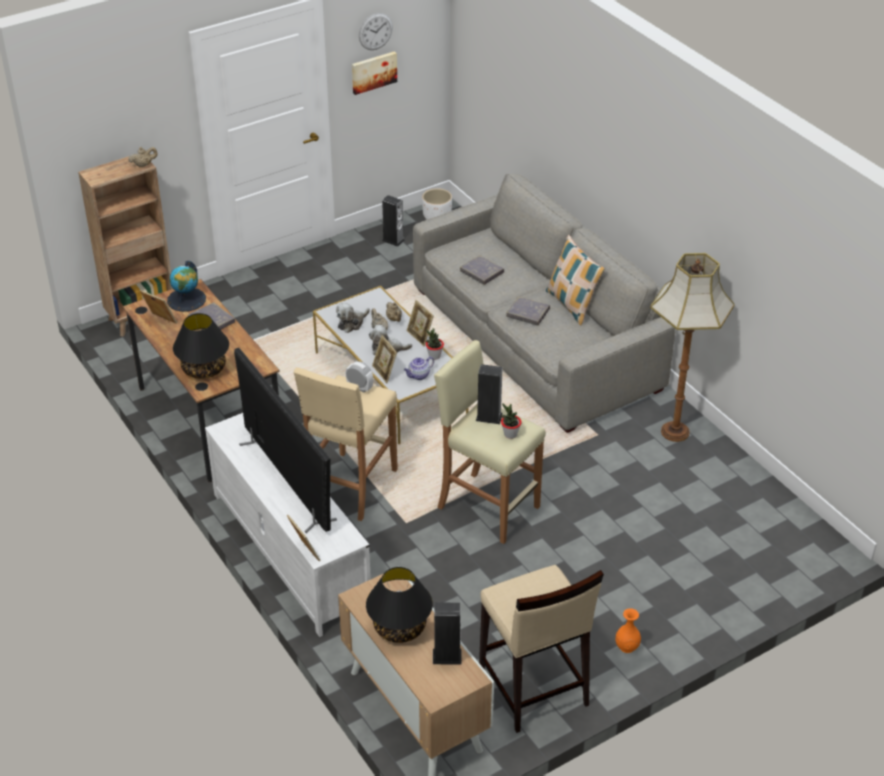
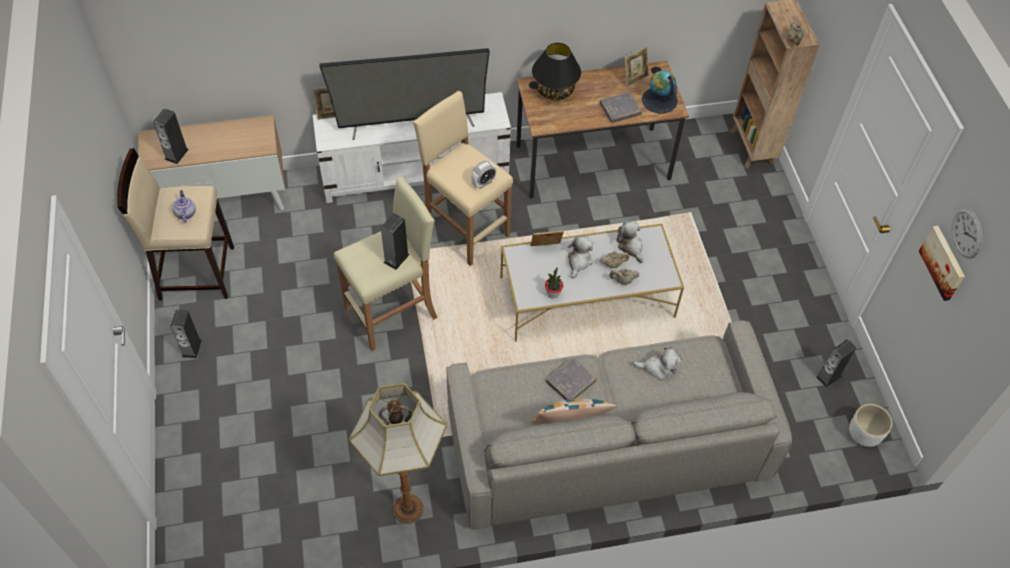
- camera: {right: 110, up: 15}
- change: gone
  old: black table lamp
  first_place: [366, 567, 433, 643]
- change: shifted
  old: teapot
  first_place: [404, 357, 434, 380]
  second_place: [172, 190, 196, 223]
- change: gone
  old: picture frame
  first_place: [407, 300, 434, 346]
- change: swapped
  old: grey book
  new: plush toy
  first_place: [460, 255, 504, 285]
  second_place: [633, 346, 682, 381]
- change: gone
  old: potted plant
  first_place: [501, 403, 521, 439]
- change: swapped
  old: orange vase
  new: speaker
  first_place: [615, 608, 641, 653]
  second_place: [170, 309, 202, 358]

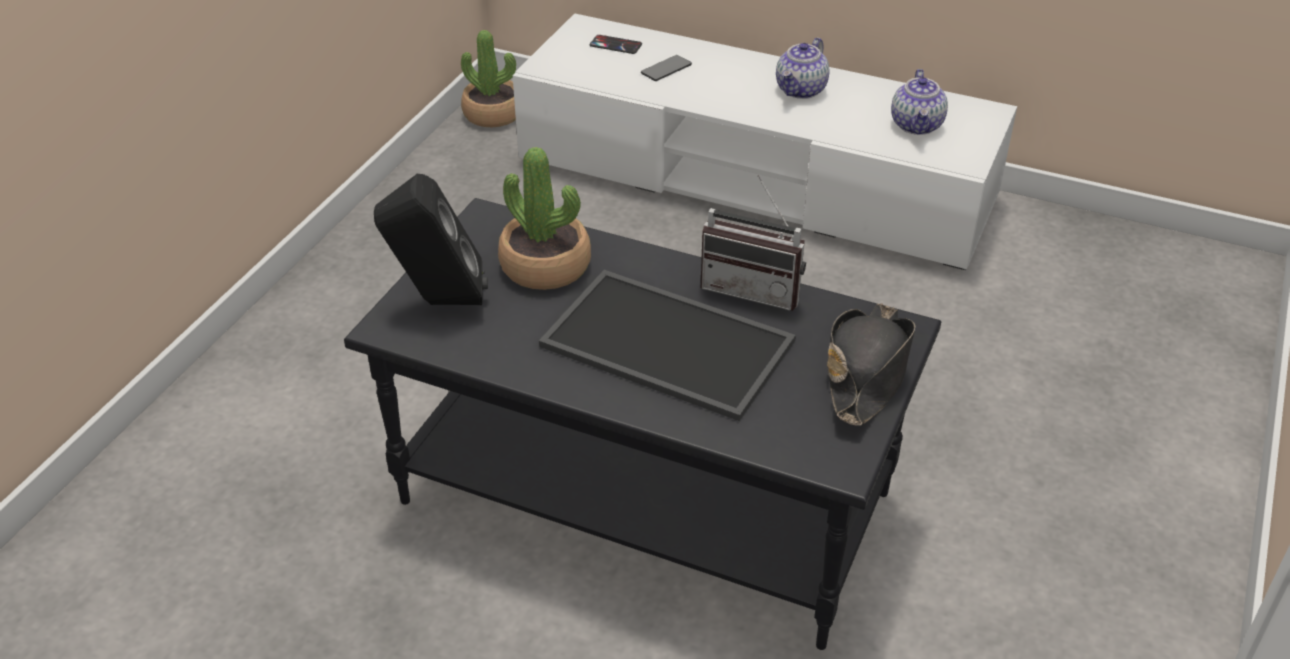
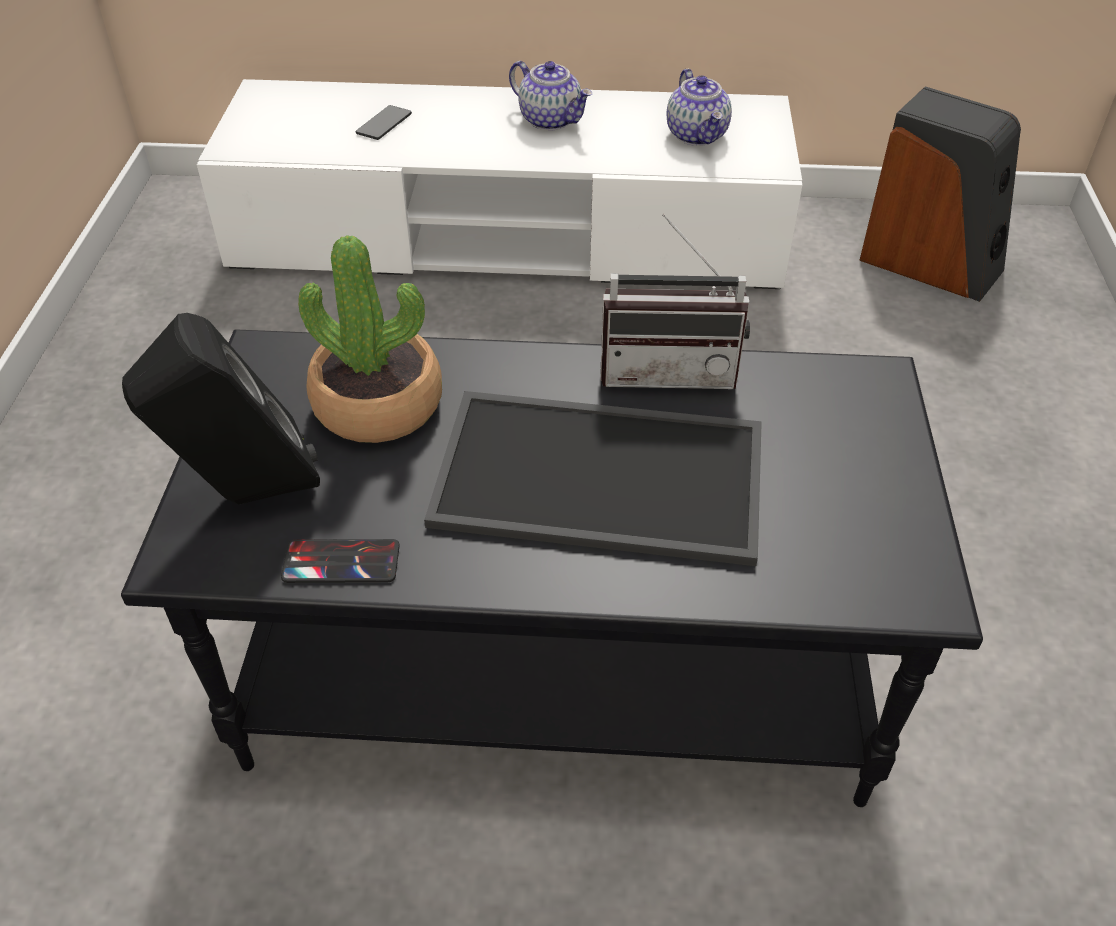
- camera: {right: -20, up: 5}
- change: gone
  old: potted plant
  first_place: [461, 30, 516, 127]
- change: shifted
  old: phone
  first_place: [590, 35, 642, 54]
  second_place: [281, 539, 400, 583]
- change: rotated
  old: teapot
  first_place: [776, 38, 829, 99]
  second_place: [509, 61, 592, 131]
  degrees: -60
- change: gone
  old: black hat
  first_place: [827, 303, 915, 425]
- change: new
  new: speaker
  second_place: [859, 86, 1021, 302]

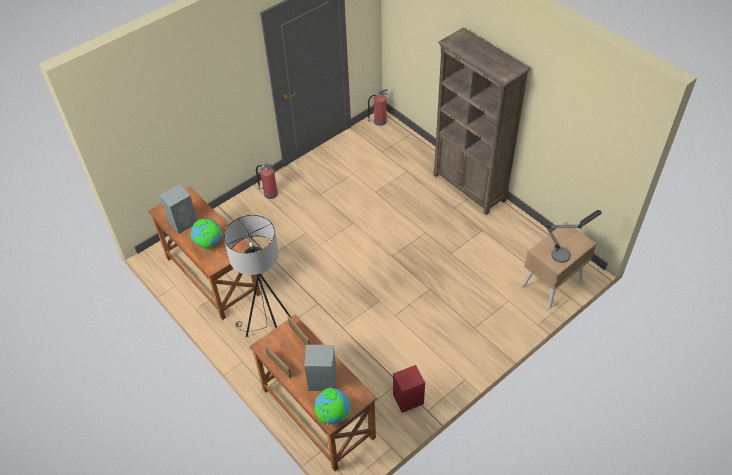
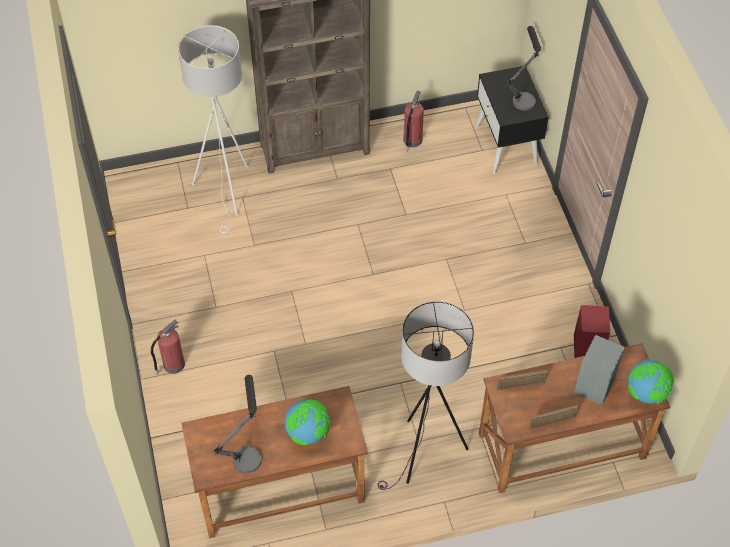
- camera: {right: -65, up: 5}
- change: swapped
  old: grey speaker
  new: table lamp
  first_place: [159, 184, 198, 234]
  second_place: [213, 375, 262, 473]
- change: shifted
  old: fire extinguisher
  first_place: [367, 89, 388, 126]
  second_place: [403, 91, 424, 152]
- change: repainted
  old: beige nightstand
  new: black nightstand
  first_place: [521, 222, 597, 309]
  second_place: [475, 66, 549, 174]
- change: new
  new: white floor lamp
  second_place: [178, 25, 248, 233]

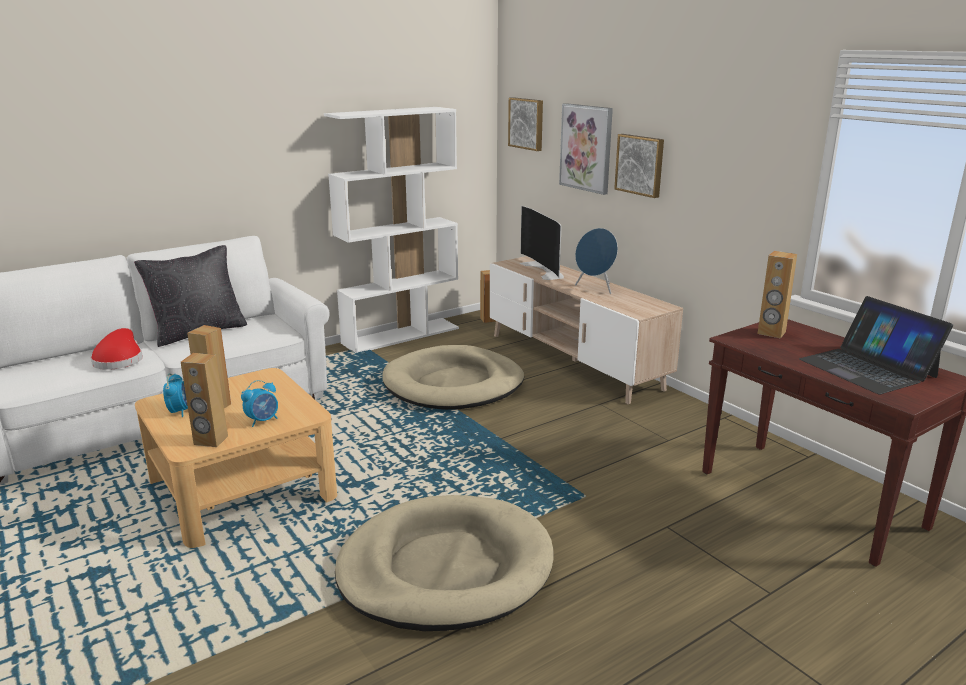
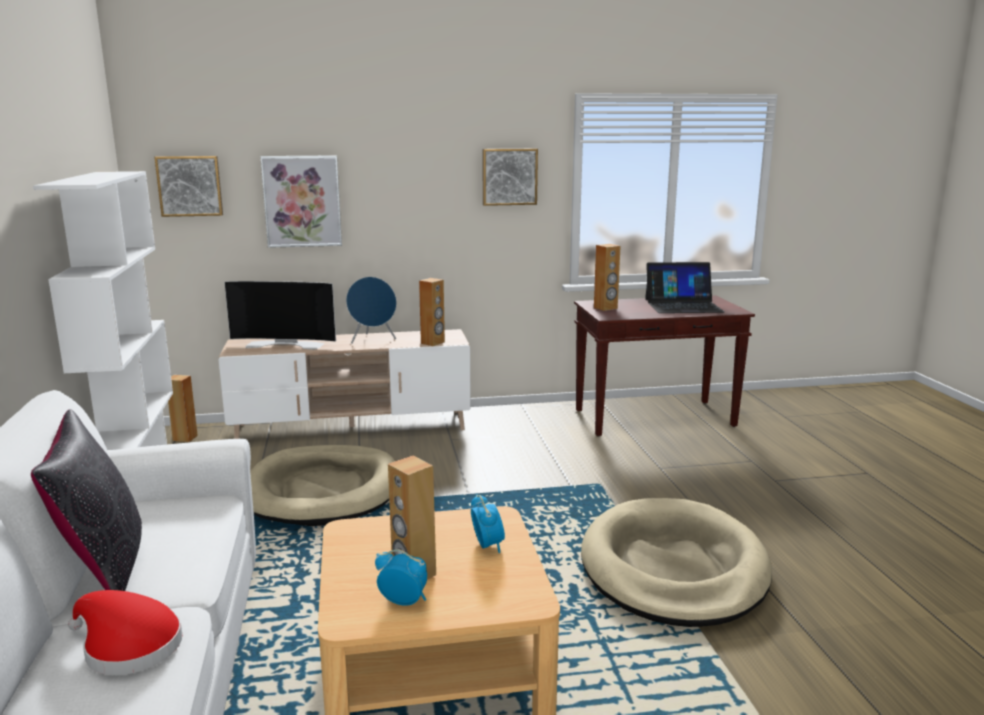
- camera: {right: -65, up: -5}
- change: shifted
  old: brown speaker
  first_place: [181, 353, 228, 447]
  second_place: [419, 278, 445, 346]
- change: shifted
  old: picture
  first_place: [614, 134, 664, 198]
  second_place: [483, 149, 538, 206]

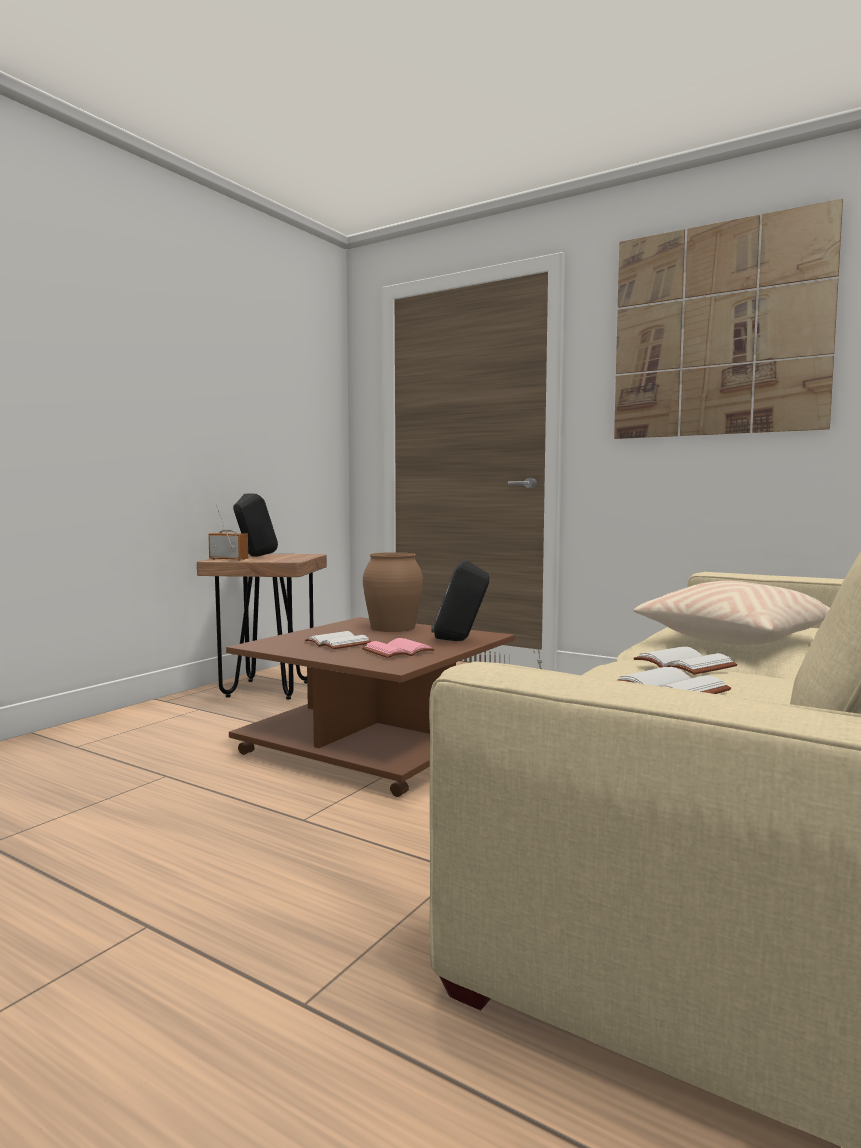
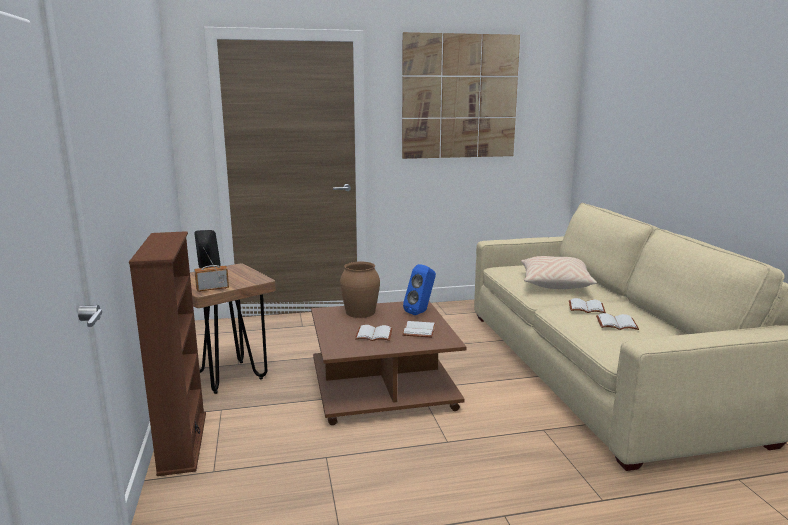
- camera: {right: -45, up: 10}
- change: repainted
  old: pink book
  new: white book
  first_place: [362, 638, 435, 658]
  second_place: [402, 321, 436, 338]
- change: repainted
  old: black speaker
  new: blue speaker
  first_place: [432, 559, 489, 641]
  second_place: [403, 264, 436, 315]
- change: new
  new: brown bookcase
  second_place: [129, 231, 206, 476]

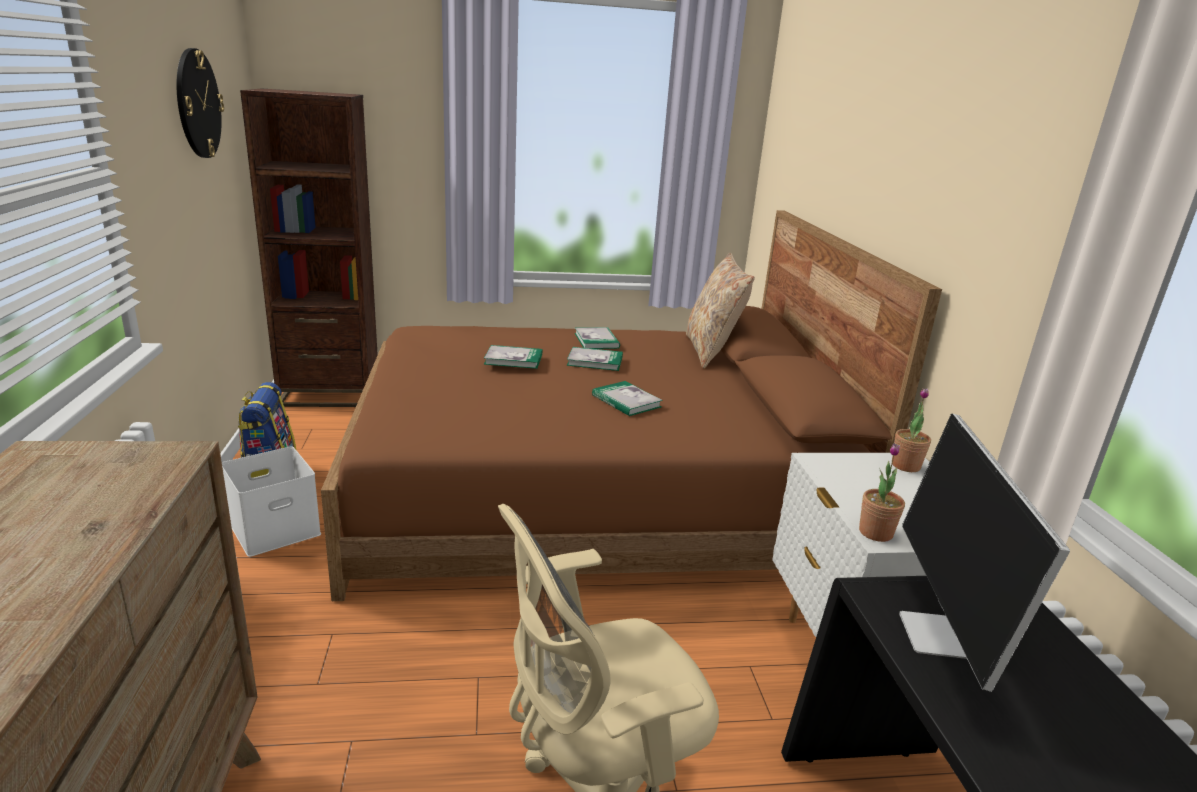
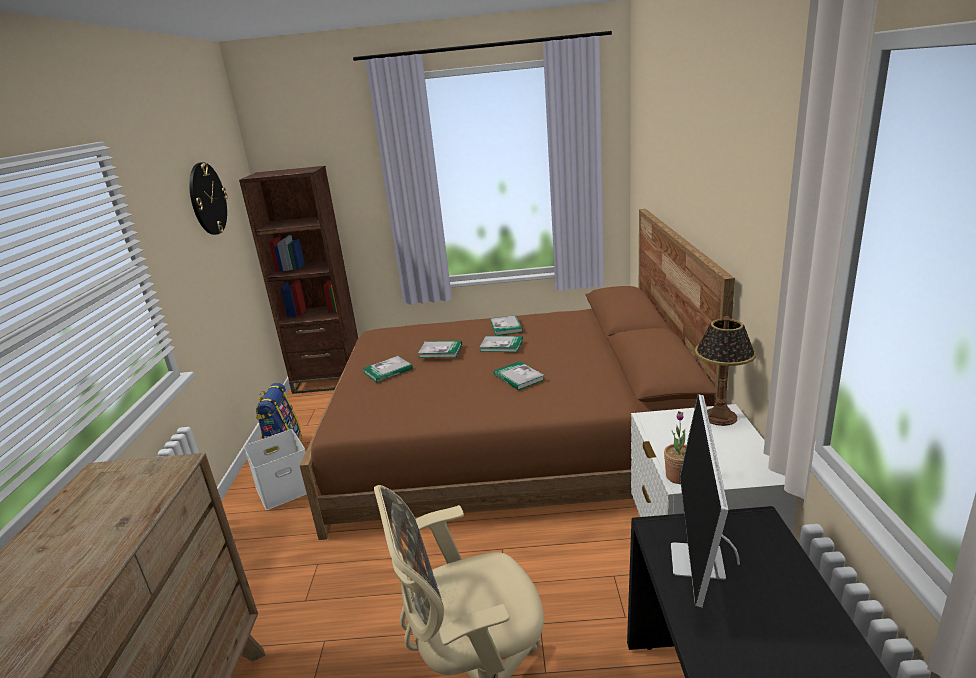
- camera: {right: 10, up: 0}
- change: gone
  old: beige pillow
  first_place: [686, 253, 755, 368]
- change: swapped
  old: potted plant
  new: table lamp
  first_place: [892, 388, 931, 472]
  second_place: [695, 316, 756, 426]
- change: new
  new: book
  second_place: [363, 356, 413, 383]

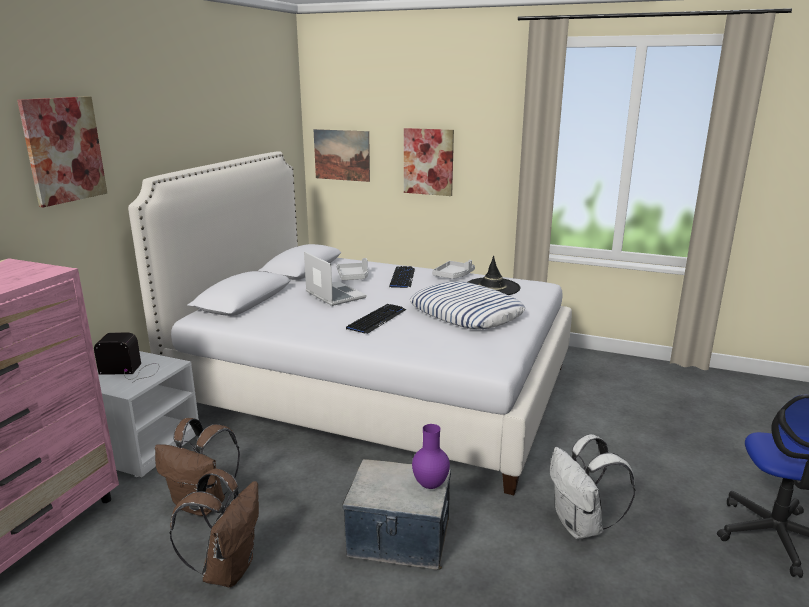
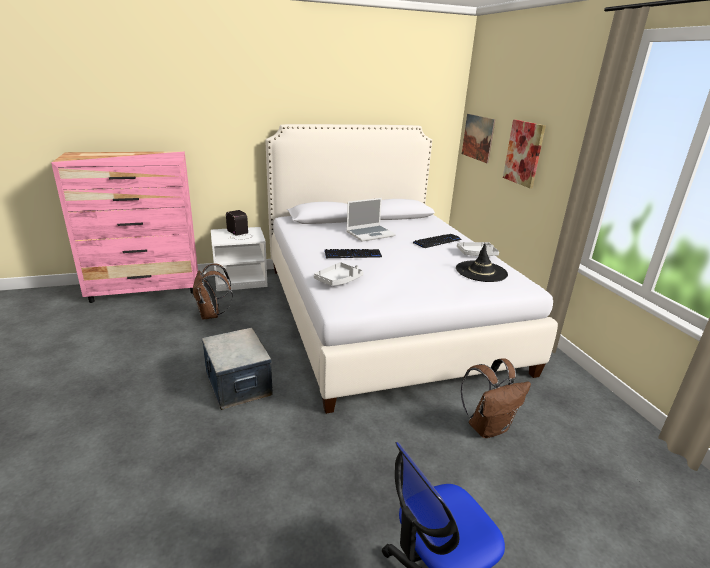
- camera: {right: 50, up: 5}
- change: gone
  old: picture
  first_place: [17, 96, 107, 207]
- change: shifted
  old: brown backpack
  first_place: [170, 469, 259, 587]
  second_place: [461, 358, 531, 438]
- change: rotated
  old: laptop
  first_place: [304, 252, 367, 306]
  second_place: [347, 198, 396, 242]
  degrees: 45
- change: shifted
  old: grey tray
  first_place: [337, 258, 368, 280]
  second_place: [314, 262, 363, 286]
- change: gone
  old: pillow
  first_place: [410, 282, 525, 329]
- change: gone
  old: purple vase
  first_place: [412, 424, 450, 489]
- change: gone
  old: white backpack
  first_place: [550, 434, 635, 539]

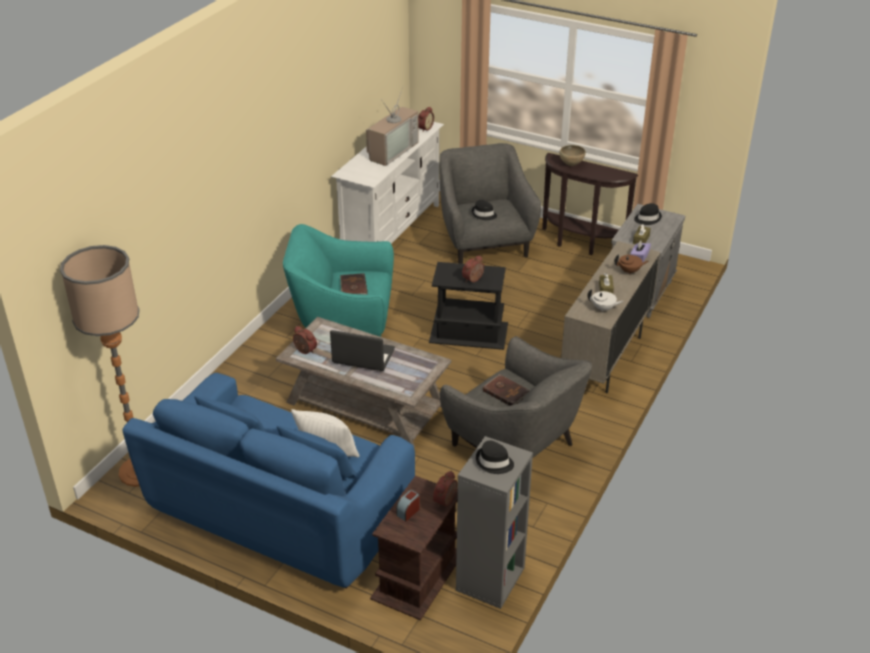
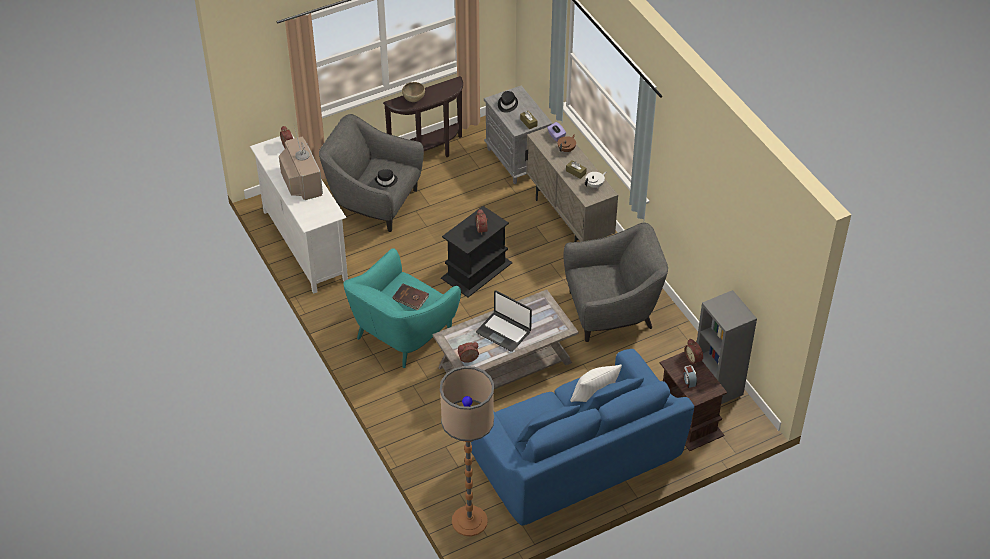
- camera: {right: -55, up: 10}
- change: rotated
  old: laptop
  first_place: [330, 330, 395, 371]
  second_place: [476, 290, 532, 352]
  degrees: -105
- change: gone
  old: black hat
  first_place: [476, 440, 514, 474]
- change: gone
  old: brown book
  first_place: [483, 374, 530, 406]

